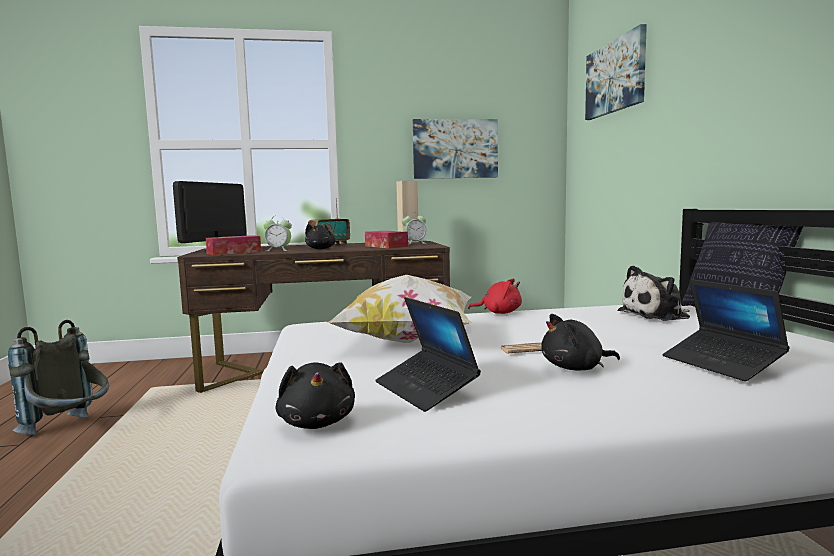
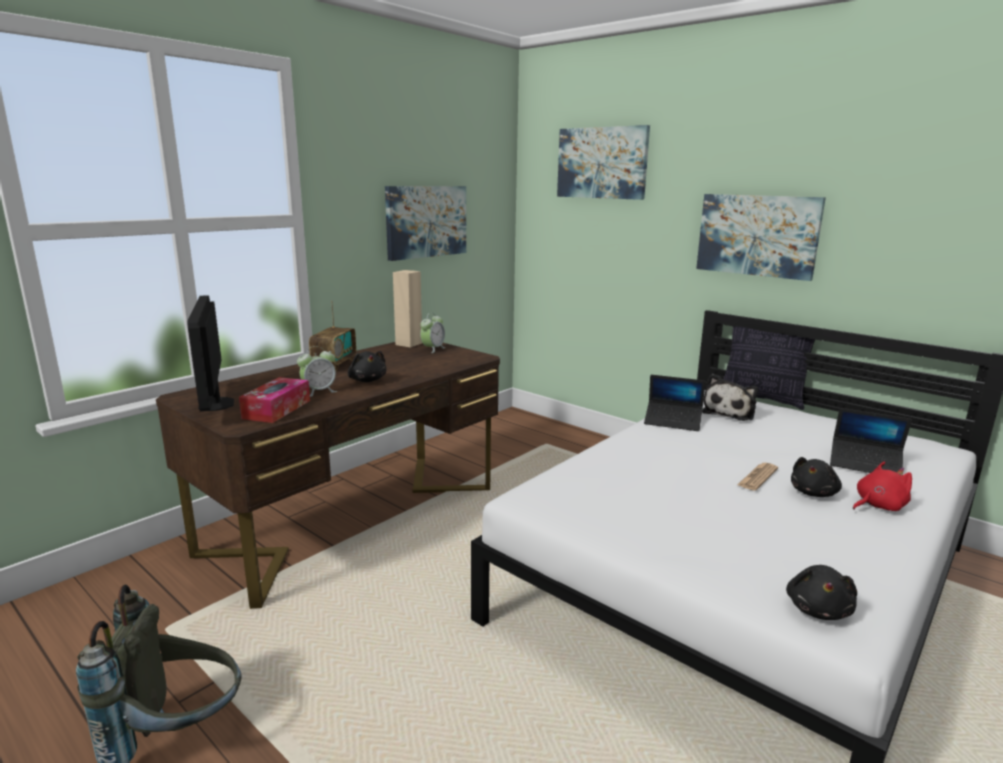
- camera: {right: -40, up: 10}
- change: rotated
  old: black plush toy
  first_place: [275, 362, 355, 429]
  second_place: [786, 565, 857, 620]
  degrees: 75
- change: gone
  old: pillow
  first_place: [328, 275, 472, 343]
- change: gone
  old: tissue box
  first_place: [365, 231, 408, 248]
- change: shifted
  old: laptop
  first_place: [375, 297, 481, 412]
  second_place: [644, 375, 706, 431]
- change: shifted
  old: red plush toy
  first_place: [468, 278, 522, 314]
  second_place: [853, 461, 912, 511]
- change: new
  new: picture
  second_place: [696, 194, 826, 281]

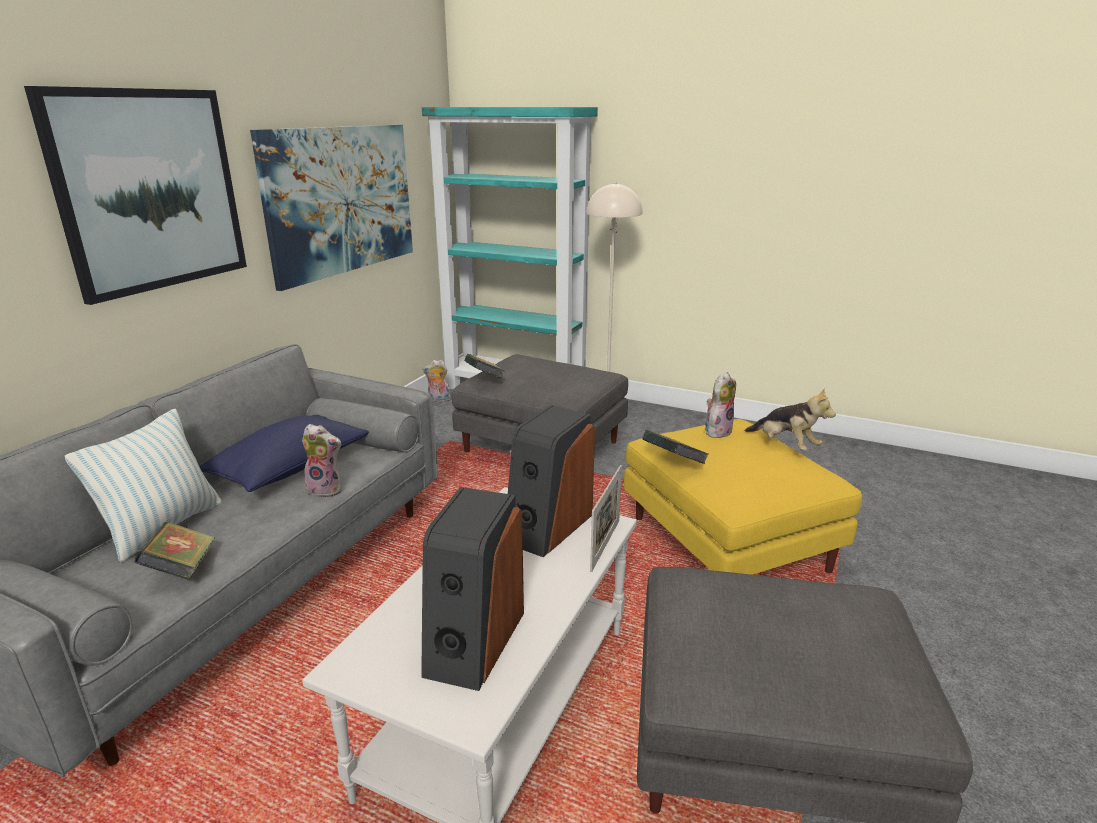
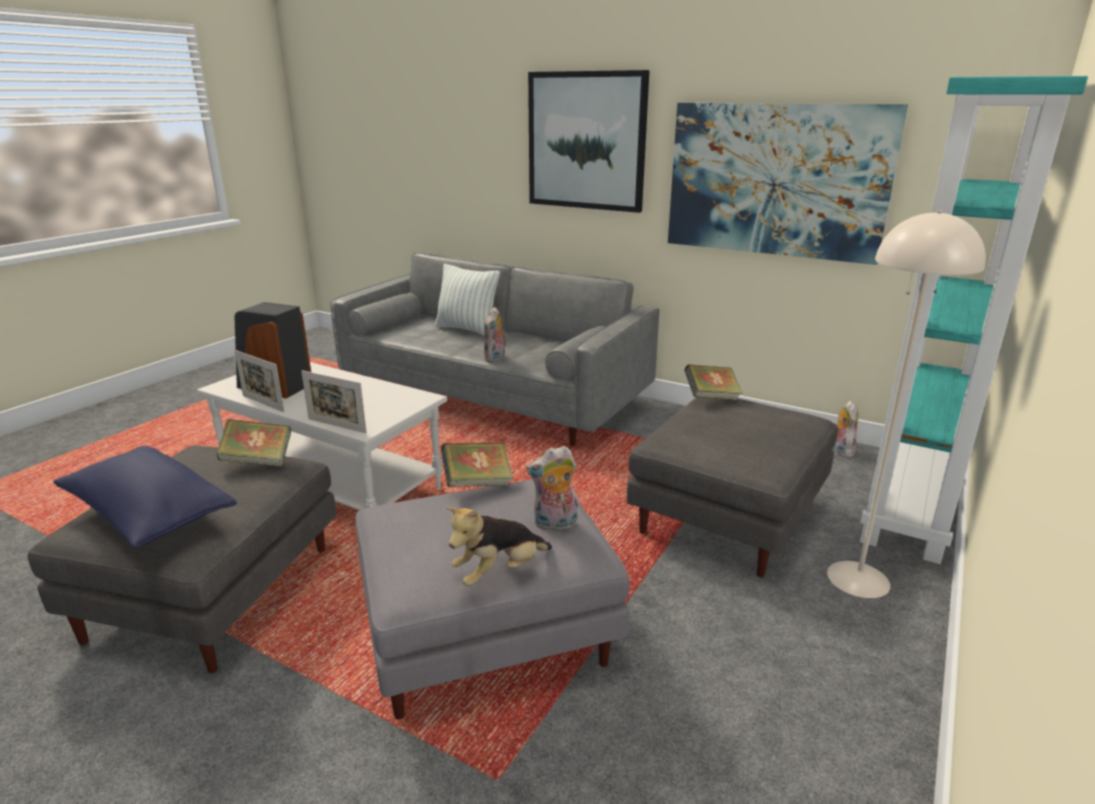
- camera: {right: 95, up: 0}
- change: shifted
  old: book
  first_place: [134, 522, 215, 580]
  second_place: [216, 419, 291, 467]
- change: shifted
  old: blue pillow
  first_place: [199, 415, 369, 492]
  second_place: [53, 446, 237, 548]
- change: gone
  old: speaker
  first_place: [508, 405, 595, 557]
- change: repainted
  old: yellow ottoman
  new: grey ottoman
  first_place: [624, 419, 862, 575]
  second_place: [355, 479, 629, 719]
- change: rotated
  old: plush toy
  first_place: [705, 372, 736, 438]
  second_place: [526, 446, 578, 531]
  degrees: 120
- change: new
  new: picture frame
  second_place: [234, 350, 284, 412]

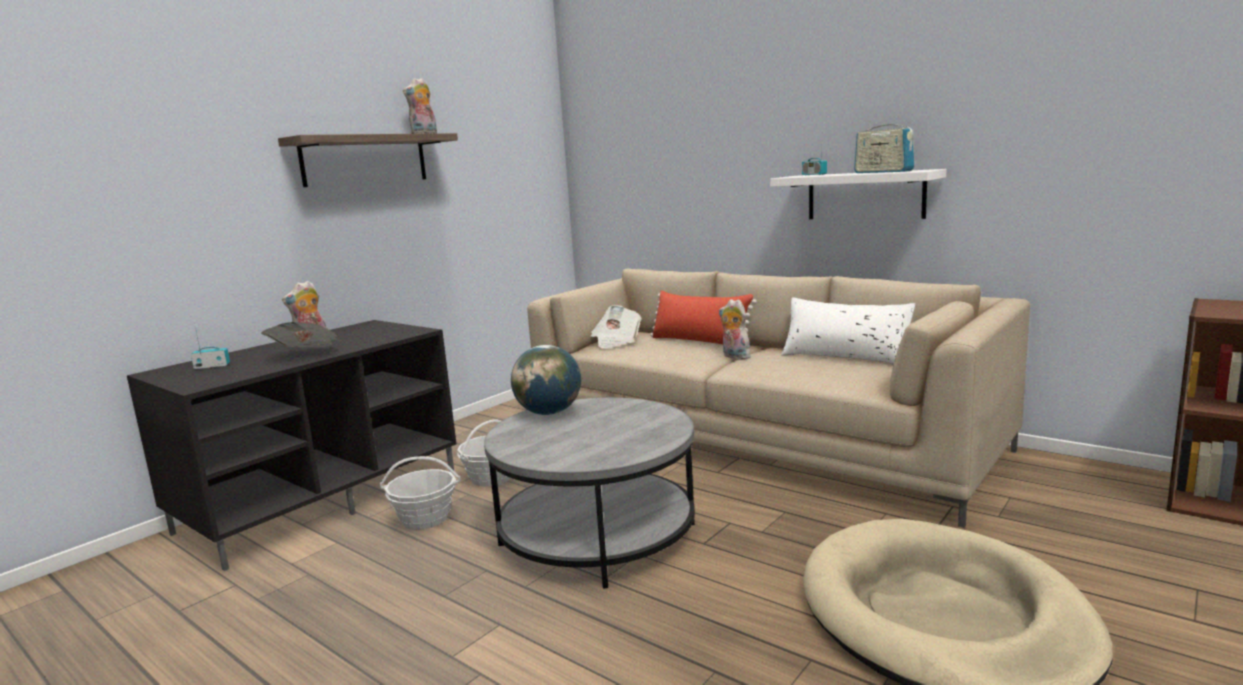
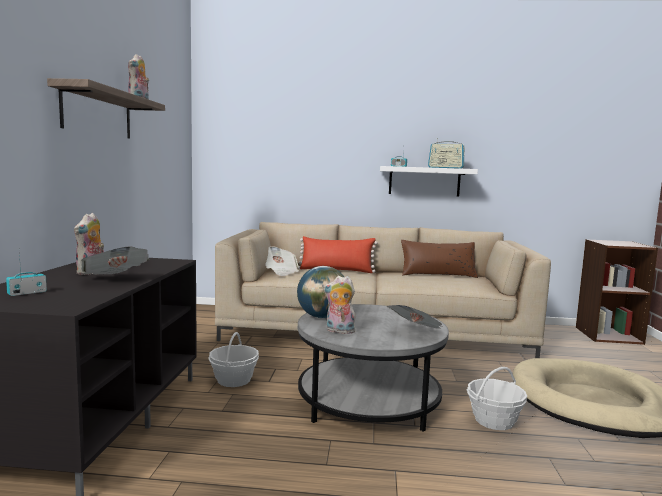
- camera: {right: -35, up: -5}
- change: shifted
  old: basket
  first_place: [380, 456, 461, 530]
  second_place: [467, 367, 527, 430]
- change: shifted
  old: plush toy
  first_place: [719, 299, 751, 359]
  second_place: [323, 276, 357, 334]
- change: repainted
  old: white pillow
  new: brown pillow
  first_place: [781, 297, 915, 364]
  second_place: [401, 240, 478, 278]
- change: new
  new: newspaper
  second_place: [387, 305, 443, 328]

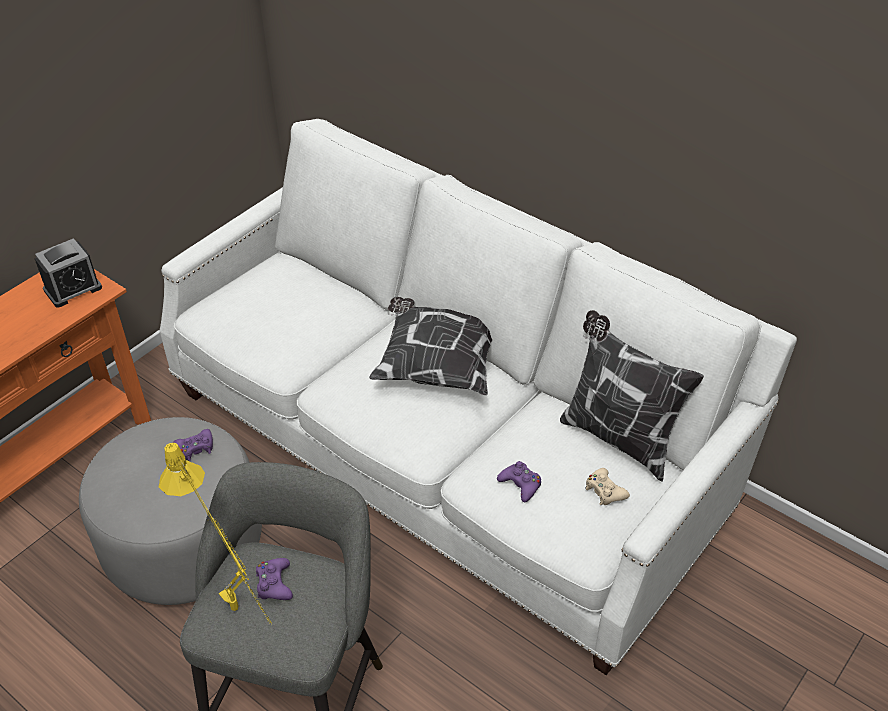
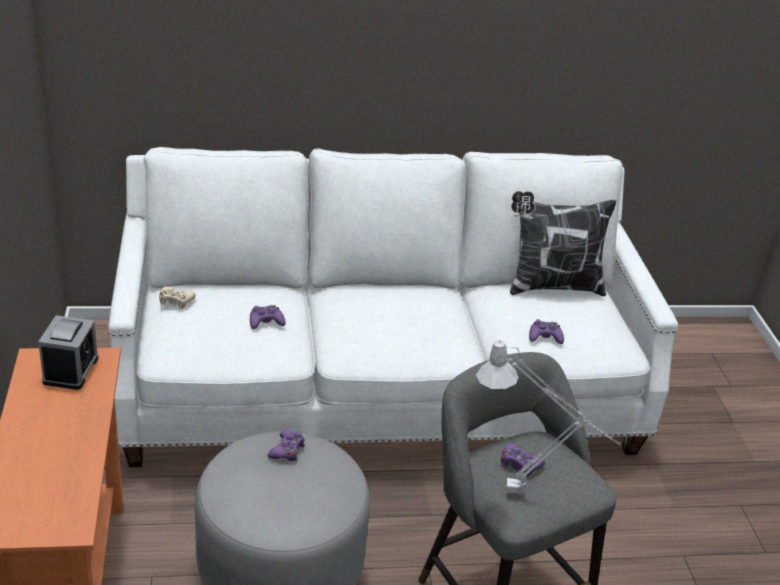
- camera: {right: -50, up: -10}
- change: repainted
  old: yellow table lamp
  new: grey table lamp
  first_place: [159, 443, 272, 625]
  second_place: [476, 340, 620, 495]
- change: gone
  old: pillow
  first_place: [369, 297, 493, 395]
- change: shifted
  old: beige game controller
  first_place: [585, 468, 630, 505]
  second_place: [159, 287, 196, 309]
- change: new
  new: purple game controller
  second_place: [250, 305, 286, 329]

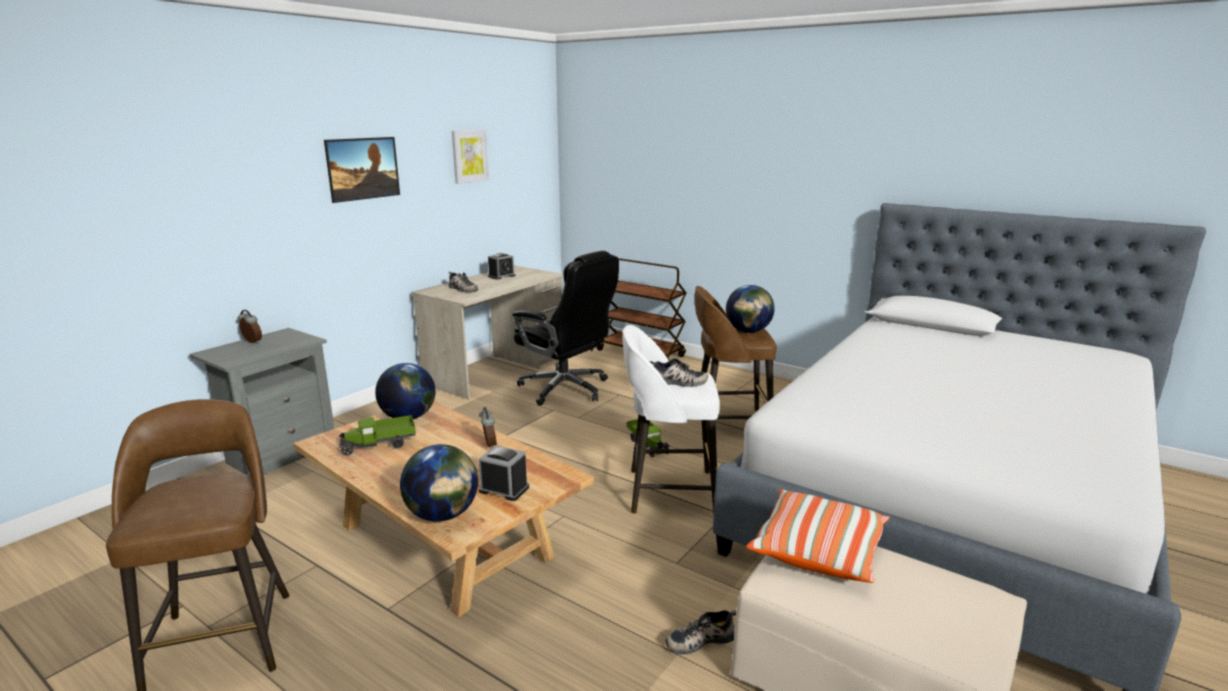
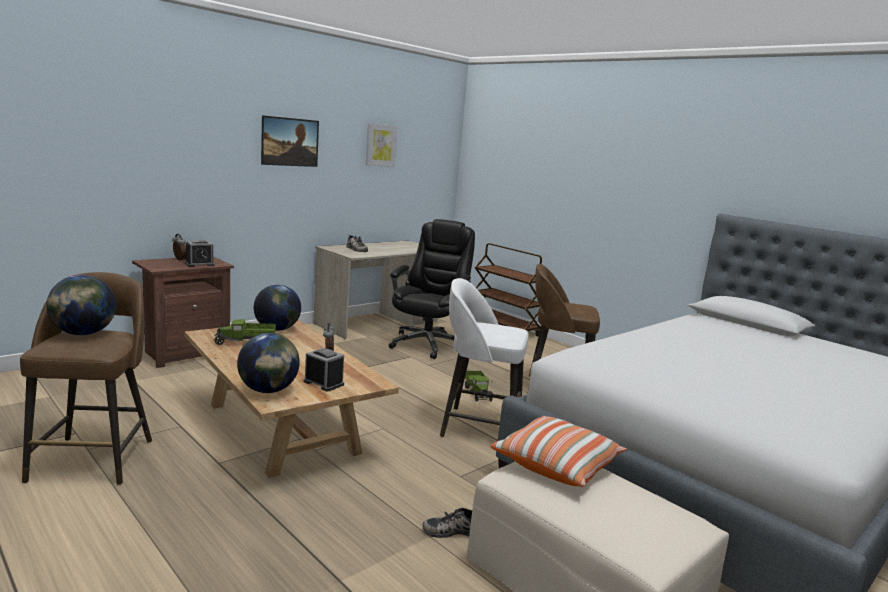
- camera: {right: 10, up: -5}
- change: repainted
  old: grey nightstand
  new: brown nightstand
  first_place: [189, 328, 335, 475]
  second_place: [132, 256, 234, 368]
- change: shifted
  old: alarm clock
  first_place: [488, 253, 515, 280]
  second_place: [185, 239, 215, 267]
- change: rotated
  old: black office chair
  first_place: [512, 251, 619, 406]
  second_place: [388, 219, 475, 359]
  degrees: -120
- change: gone
  old: shoe
  first_place: [650, 358, 708, 387]
- change: shifted
  old: globe
  first_place: [726, 285, 775, 333]
  second_place: [46, 275, 116, 335]

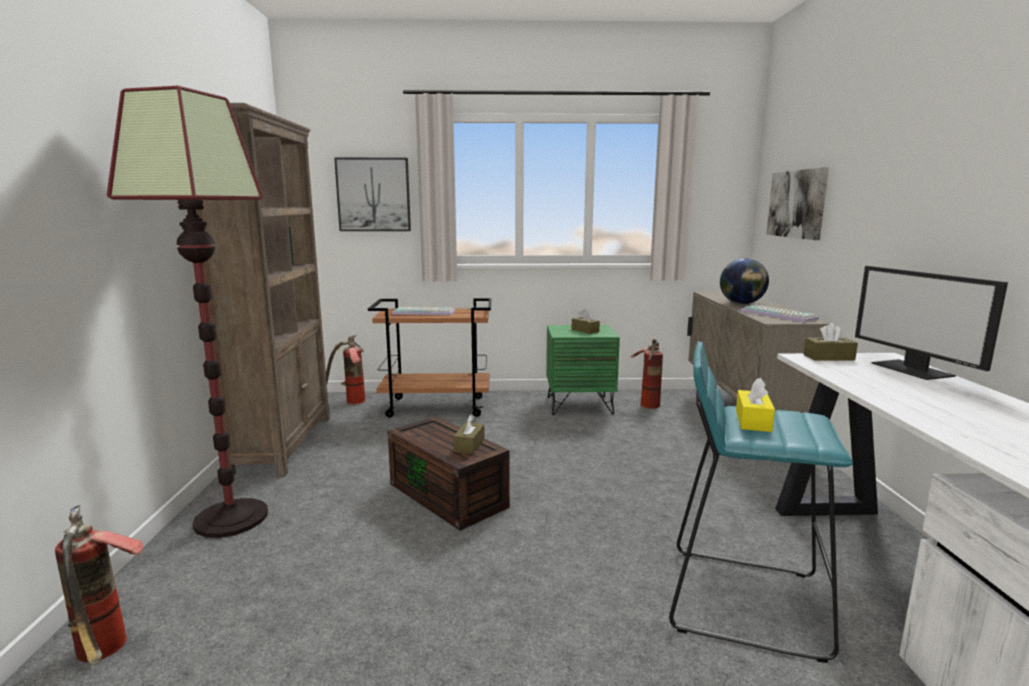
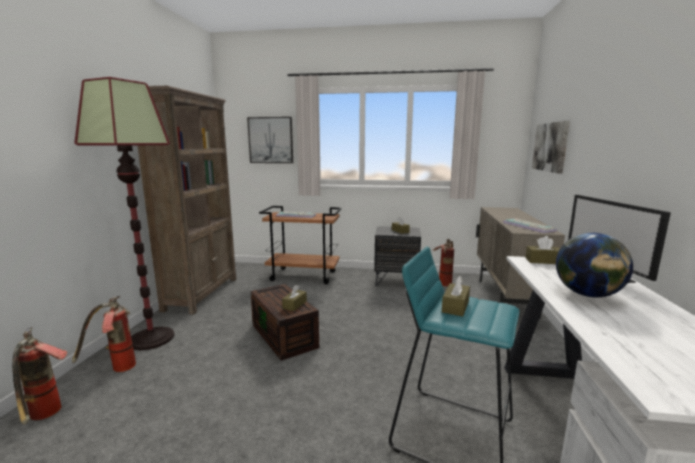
- camera: {right: 10, up: 0}
- change: shifted
  old: fire extinguisher
  first_place: [326, 335, 366, 404]
  second_place: [72, 296, 136, 372]
- change: repainted
  old: green nightstand
  new: black nightstand
  first_place: [546, 325, 620, 415]
  second_place: [374, 226, 421, 287]
- change: shifted
  old: globe
  first_place: [720, 258, 769, 304]
  second_place: [556, 233, 633, 297]
- change: repainted
  old: yellow tissue box
  new: brown tissue box
  first_place: [736, 378, 775, 432]
  second_place: [442, 276, 470, 317]

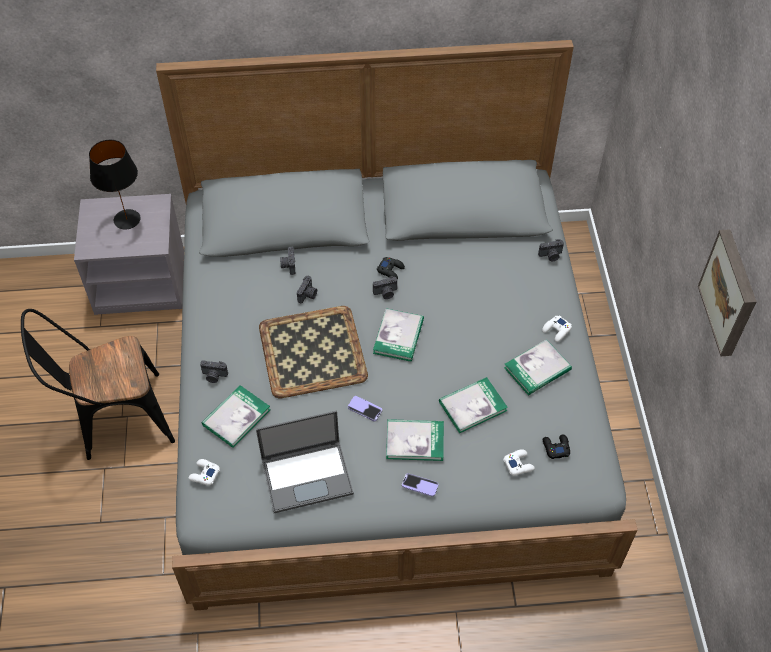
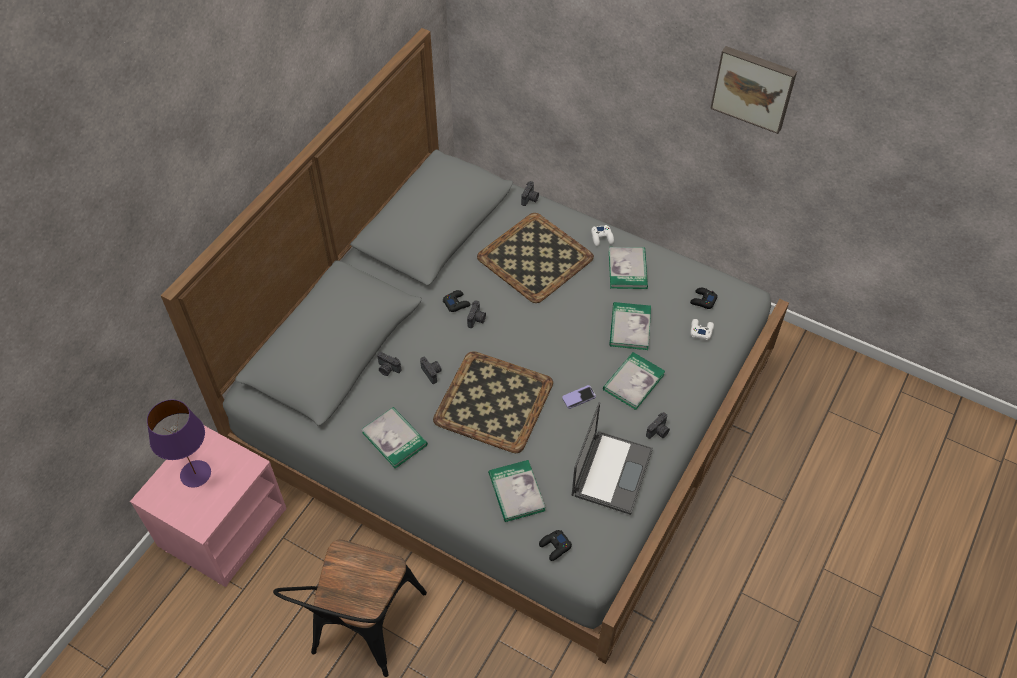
- camera: {right: -55, up: 0}
- change: repainted
  old: grey nightstand
  new: pink nightstand
  first_place: [74, 194, 184, 315]
  second_place: [130, 426, 287, 587]
- change: repainted
  old: black table lamp
  new: purple table lamp
  first_place: [89, 140, 141, 229]
  second_place: [147, 399, 211, 488]
- change: repainted
  old: white game controller
  new: black game controller
  first_place: [189, 459, 220, 485]
  second_place: [539, 530, 572, 561]
- change: shifted
  old: photo camera
  first_place: [200, 360, 228, 383]
  second_place: [646, 412, 670, 439]
- change: shifted
  old: book
  first_place: [373, 308, 424, 362]
  second_place: [362, 407, 428, 469]
- change: gone
  old: phone
  first_place: [402, 473, 439, 497]
- change: new
  new: tray
  second_place: [477, 213, 594, 303]

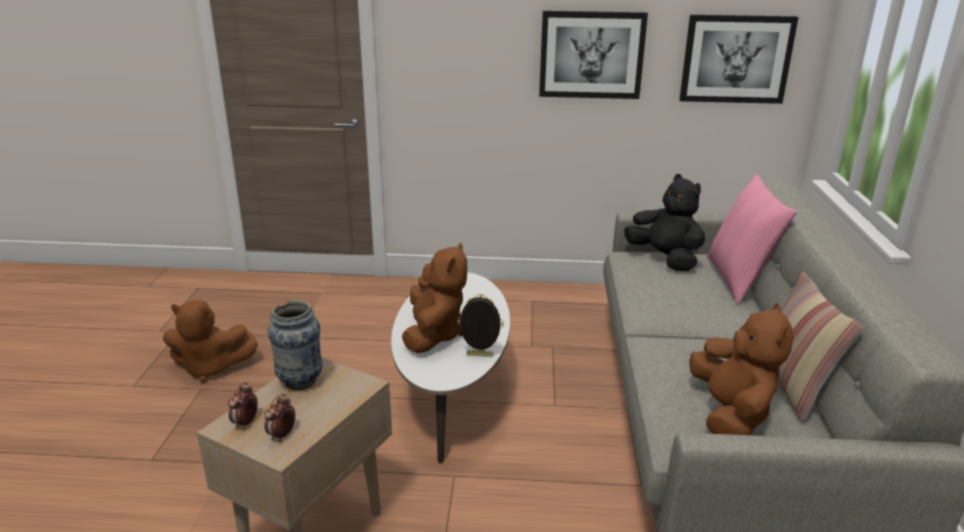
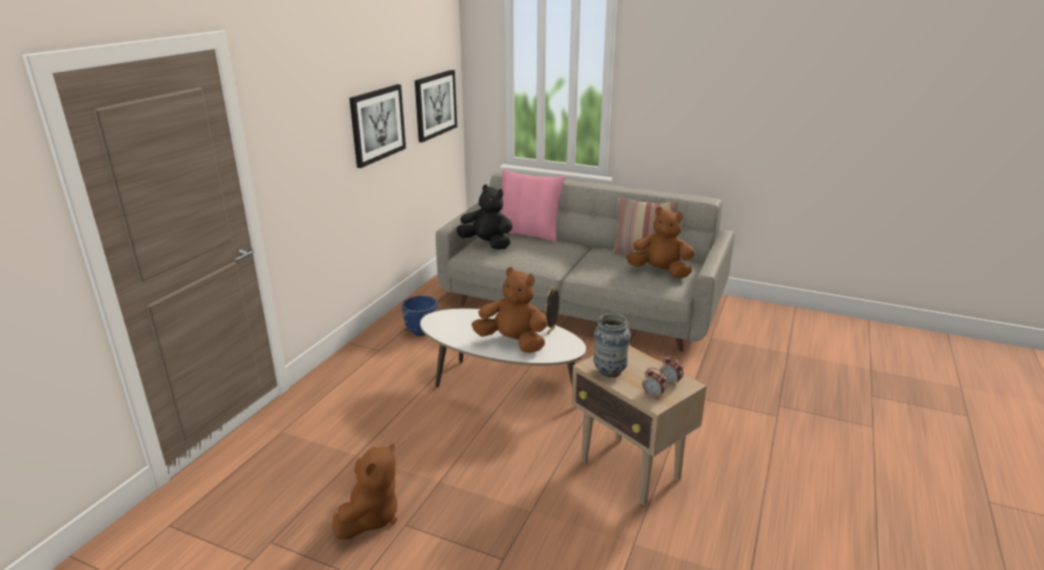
- camera: {right: -70, up: 0}
- change: rotated
  old: black plush toy
  first_place: [624, 174, 705, 271]
  second_place: [457, 185, 512, 250]
  degrees: 45
- change: new
  new: blue planter
  second_place: [402, 296, 437, 336]

